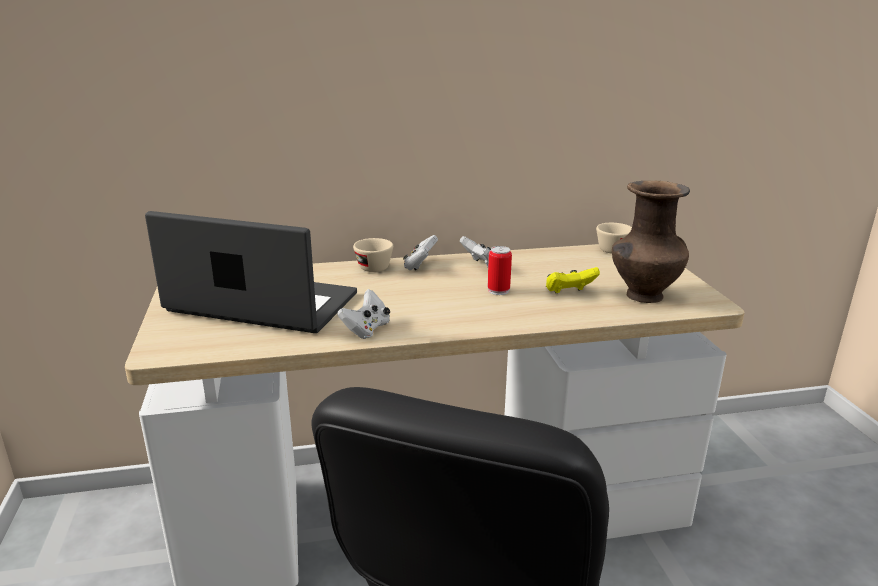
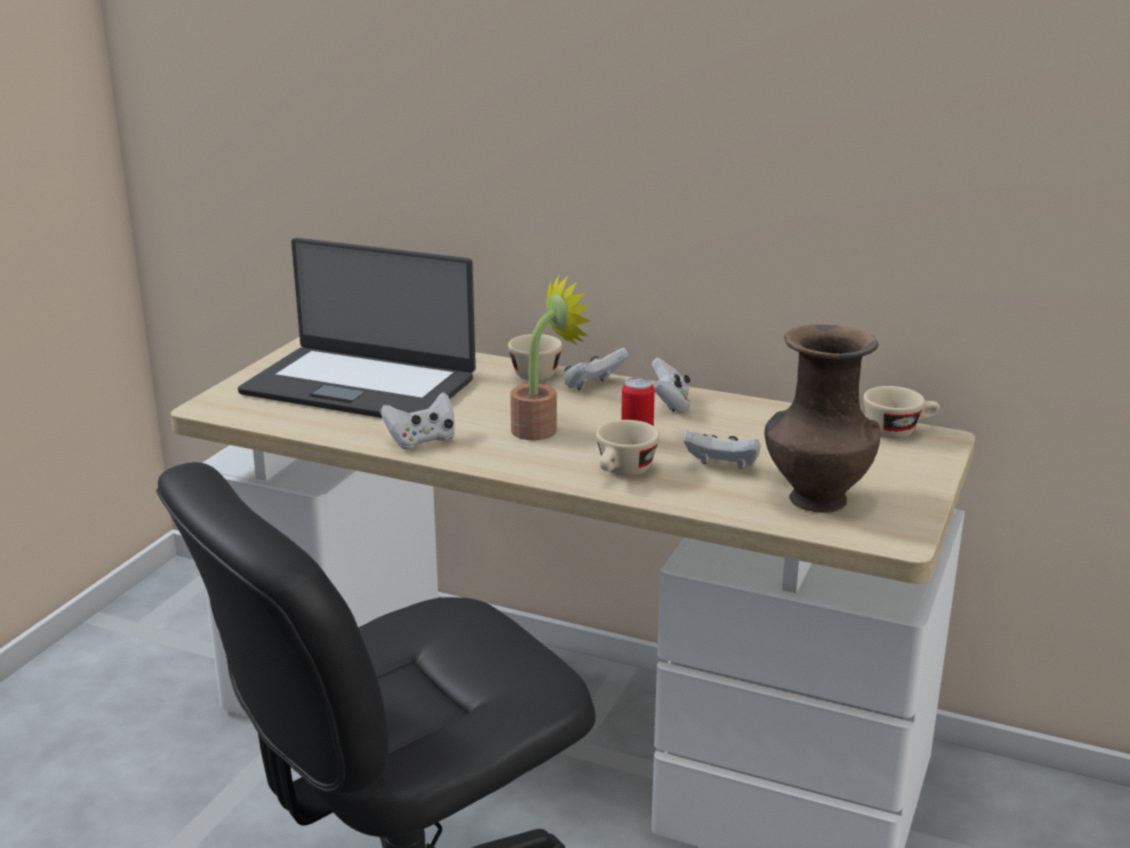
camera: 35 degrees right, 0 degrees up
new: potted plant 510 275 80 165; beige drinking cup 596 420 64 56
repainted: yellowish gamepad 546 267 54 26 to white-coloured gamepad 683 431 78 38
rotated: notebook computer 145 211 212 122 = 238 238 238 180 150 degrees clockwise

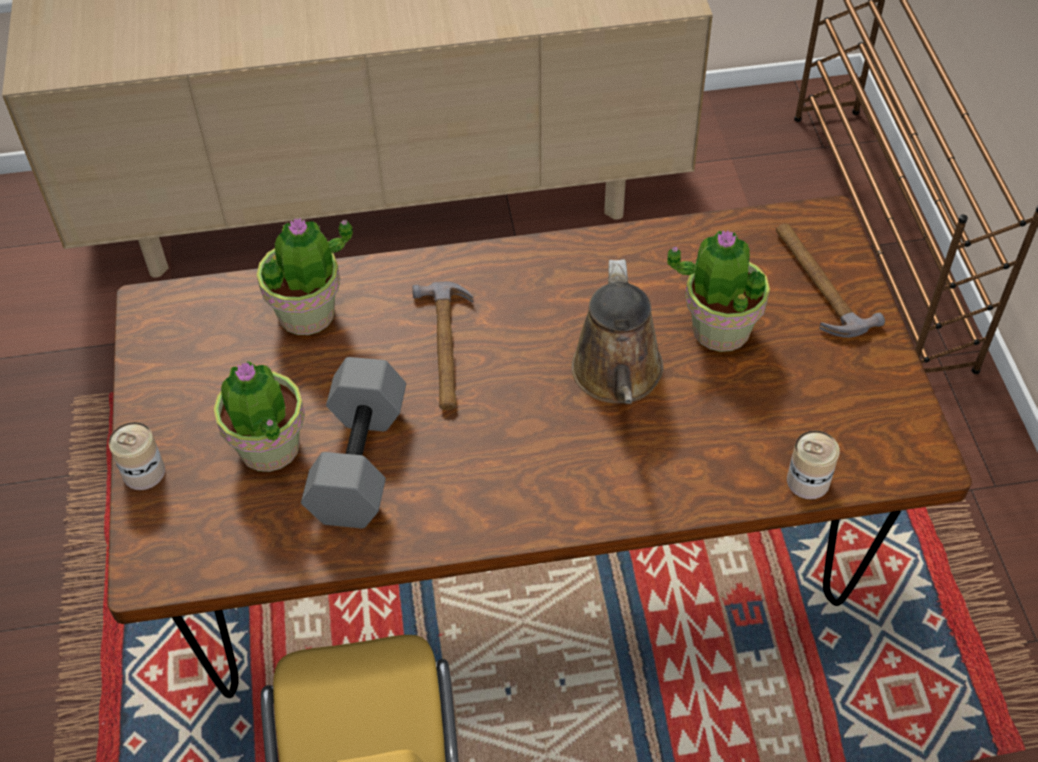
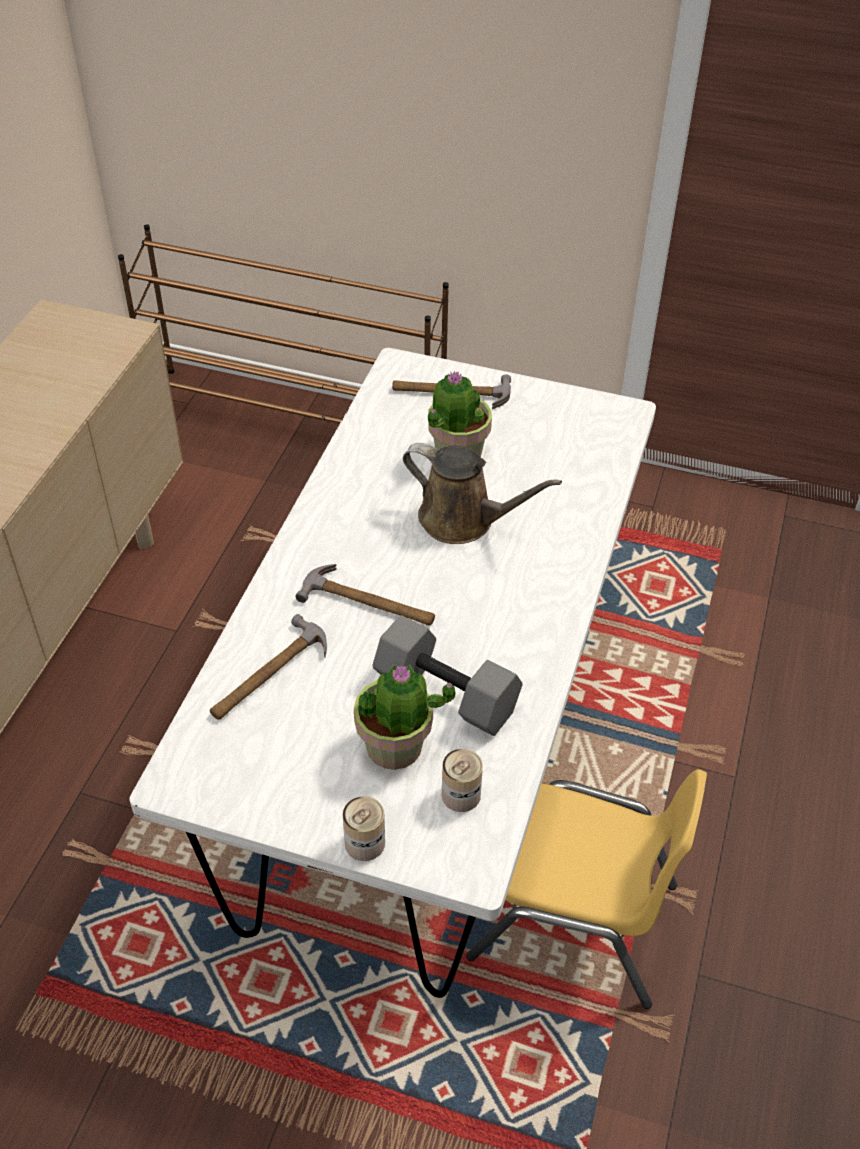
camera: 65 degrees left, 5 degrees down
shifted: metal can 787 430 53 69 to 442 749 41 63
swapped: potted plant 257 218 96 117 to tool hammer 210 614 117 106
repainted: brown-coloured kitchen table 108 195 864 503 to white-coloured kitchen table 130 348 526 650

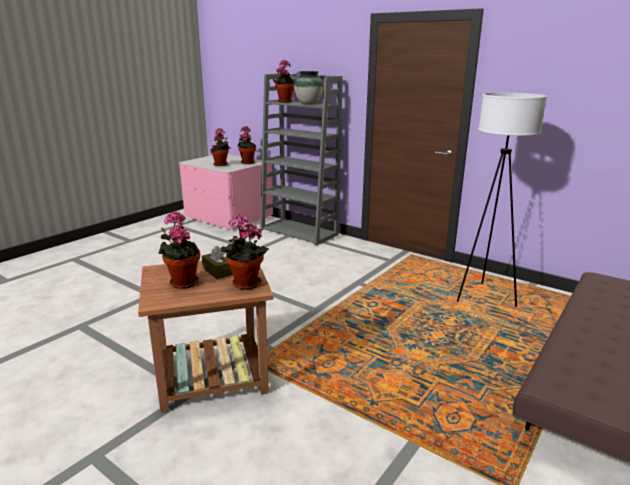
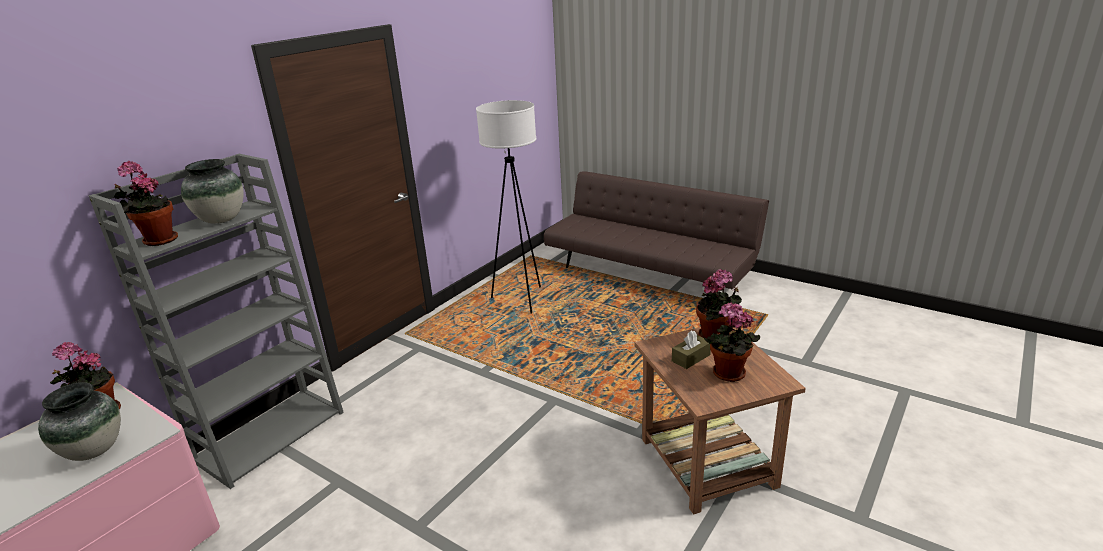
camera: 90 degrees left, 5 degrees up
swapped: potted plant 210 128 20 38 to flower vase 38 382 83 79

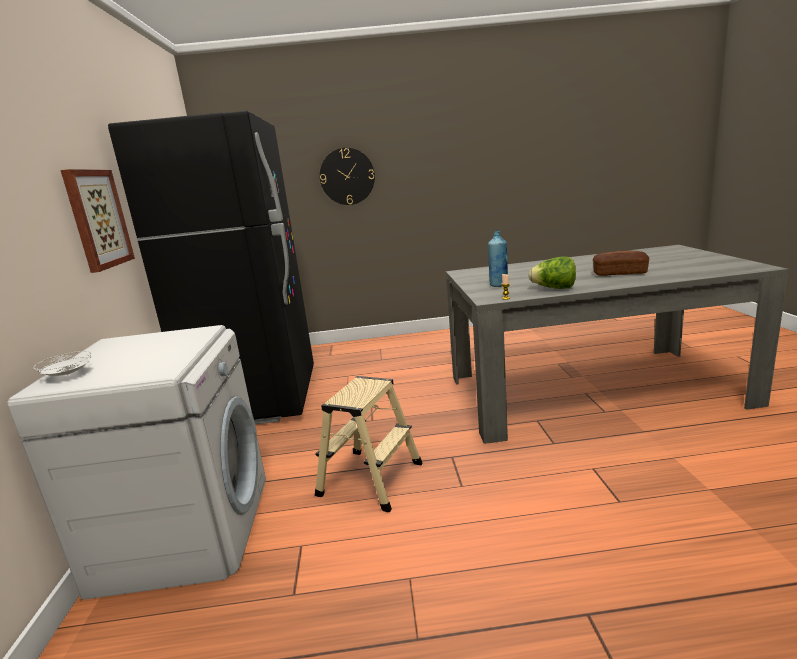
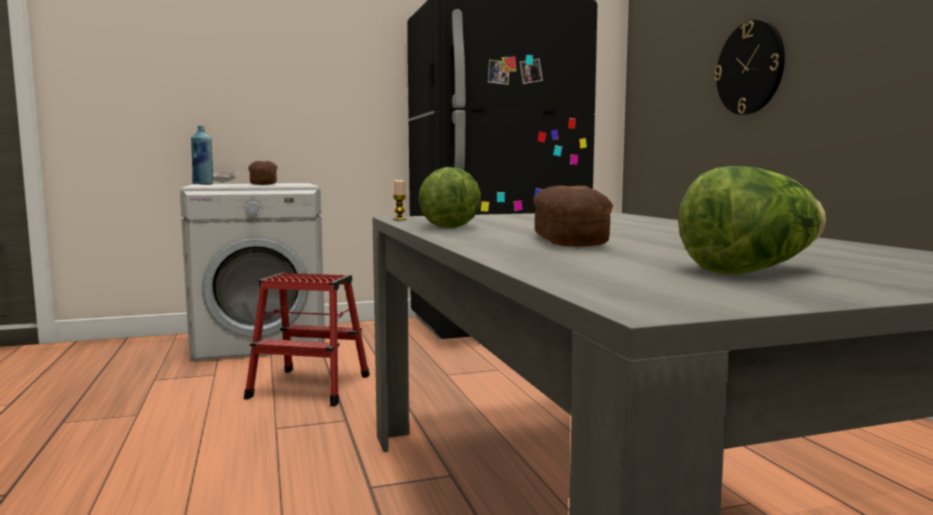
camera: 75 degrees right, 10 degrees down
gone: picture 61 169 74 104
new: bakery bread 248 161 29 24; lettuce head 678 166 148 108
shifted: blue beverage bottle 488 231 20 56 to 191 126 22 59
repainted: beige step ladder 315 376 108 136 to red-coloured step ladder 244 272 126 134

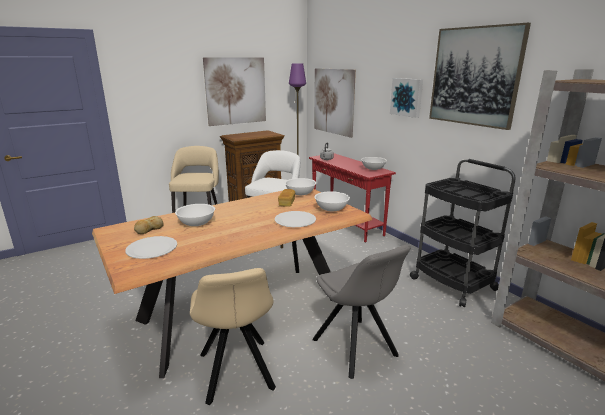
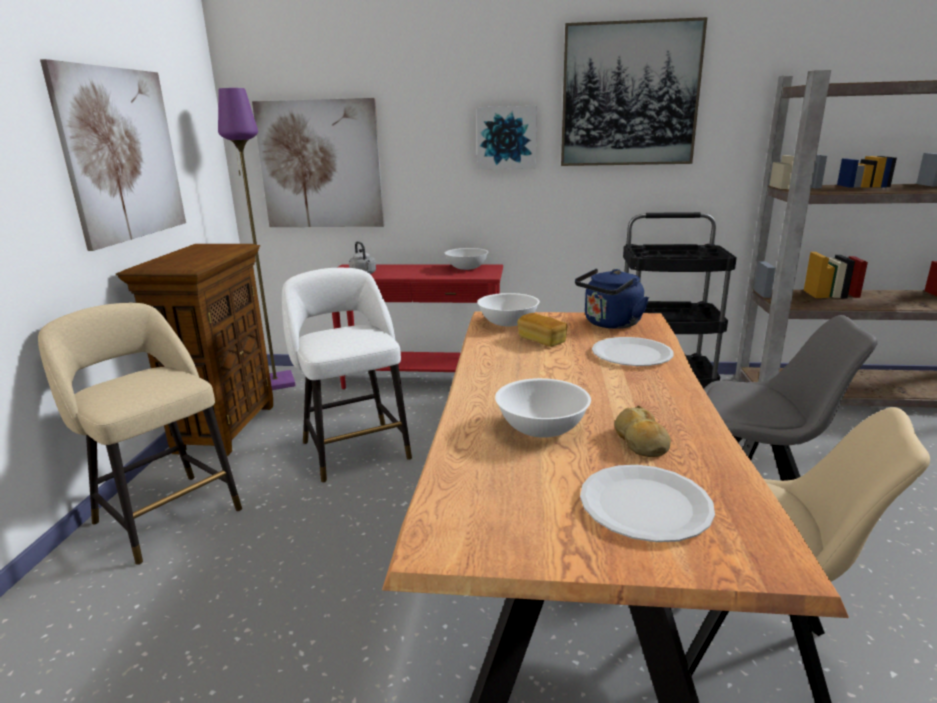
camera: 50 degrees left, 0 degrees up
shifted: bakery bread 134 216 29 18 to 614 406 57 51
swapped: white-coloured deep dish 314 191 36 20 to blue kettle 575 268 74 61

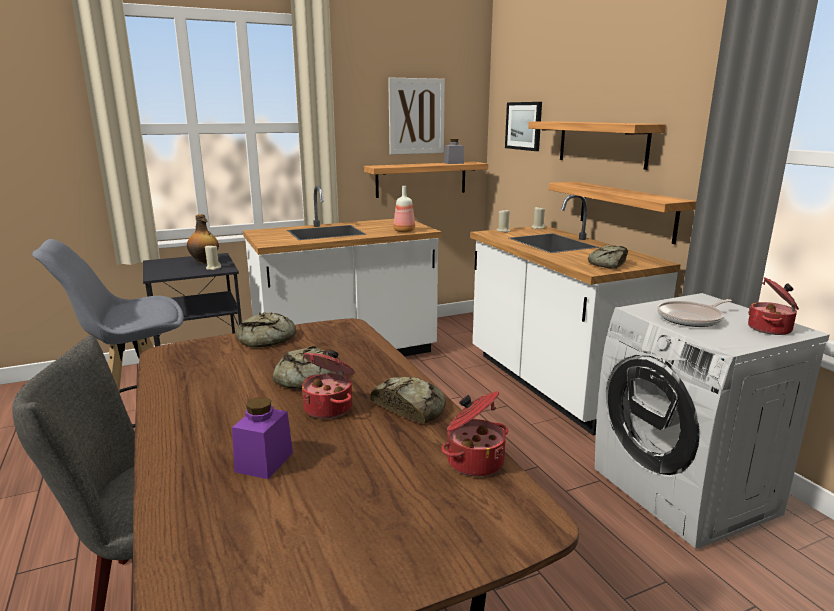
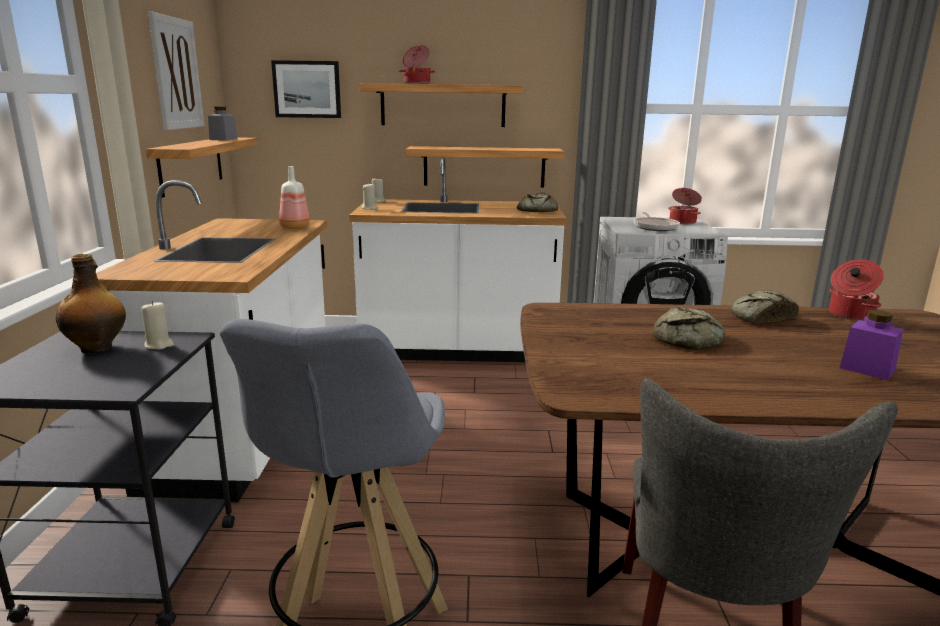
camera: 65 degrees left, 0 degrees up
gone: bakery bread 236 312 60 35
shifted: saucepot 302 350 53 69 to 398 45 38 39

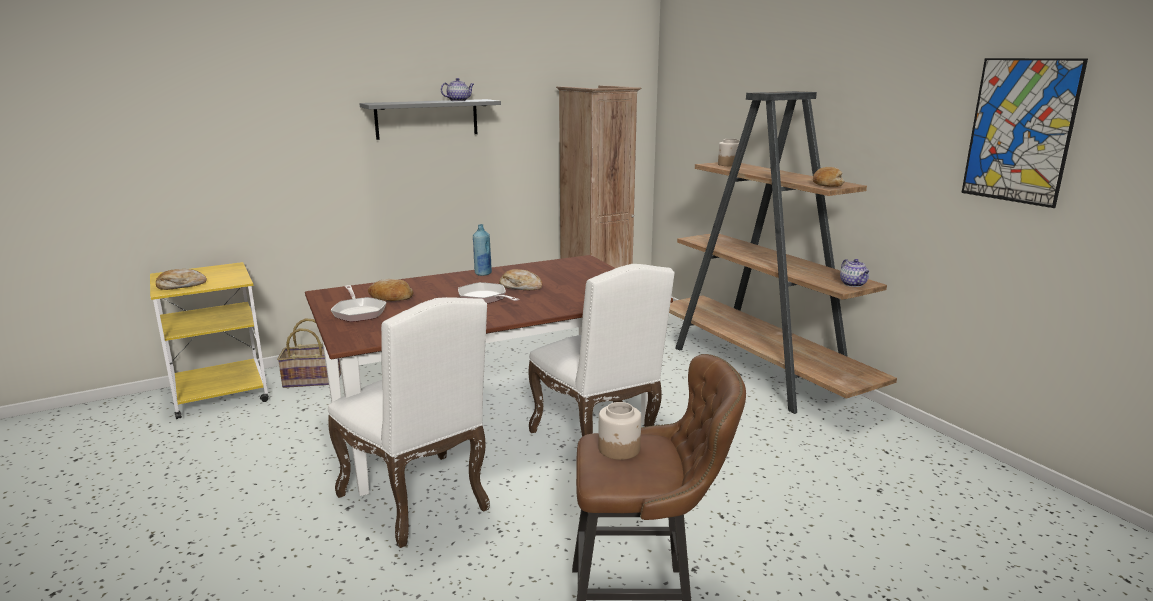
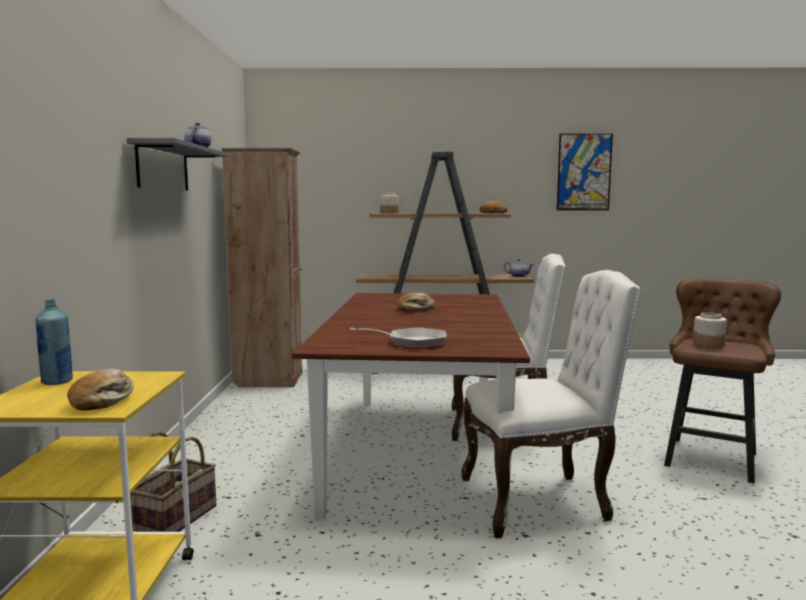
camera: 60 degrees left, 10 degrees down
gone: bakery bread 368 279 45 22; pan 458 282 62 22
shifted: blue beverage bottle 473 224 19 52 to 35 299 38 86

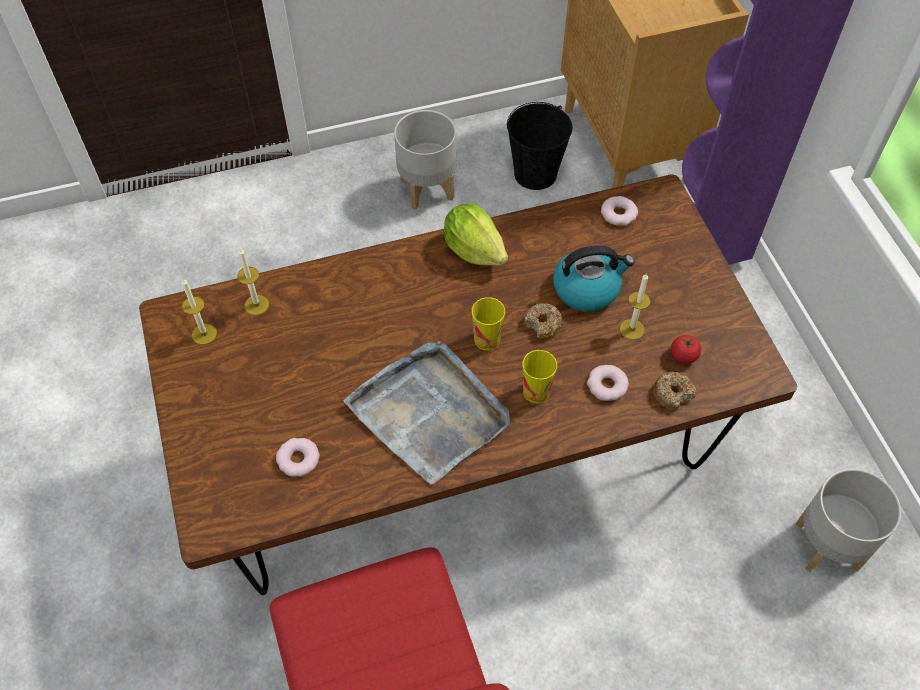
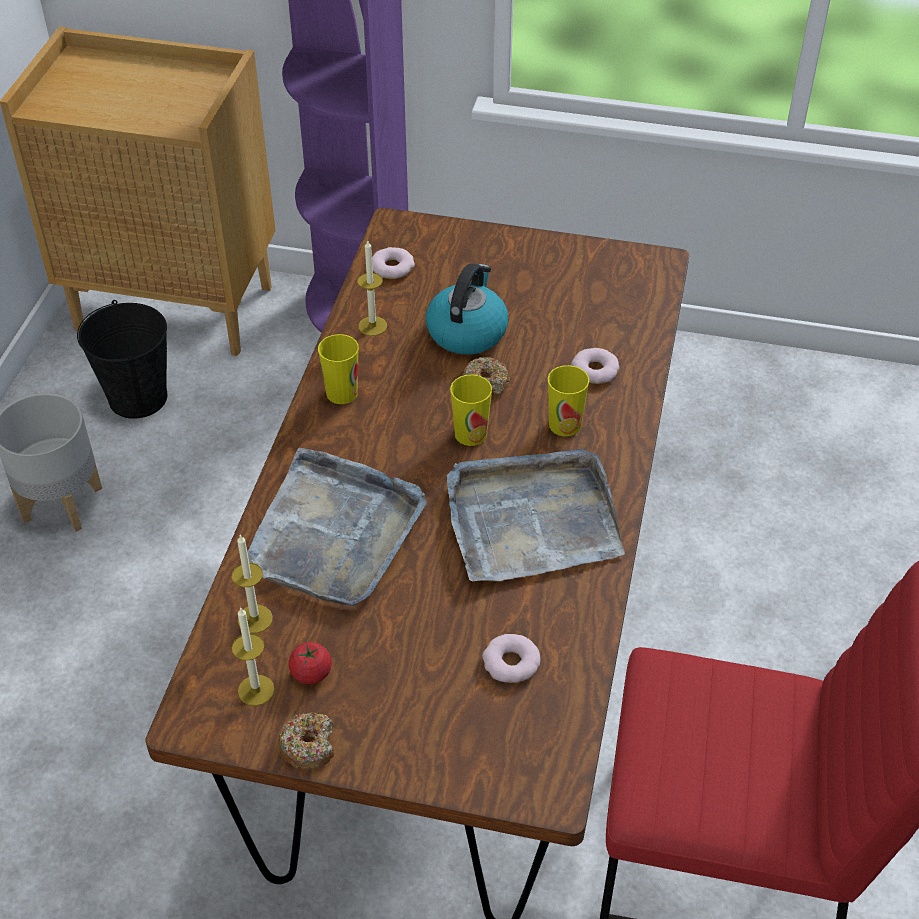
camera: 60 degrees left, 10 degrees down
gone: gray plant pot 796 469 105 103
new: gray serving tray 247 448 180 158
shifted: wax light 620 273 31 67 to 357 240 30 96; ring doughnut 654 372 42 39 to 278 712 56 57; fresh tomato 671 335 30 29 to 288 642 44 42
swapped: lettuce head 444 204 64 61 to drinking cup 318 334 41 70

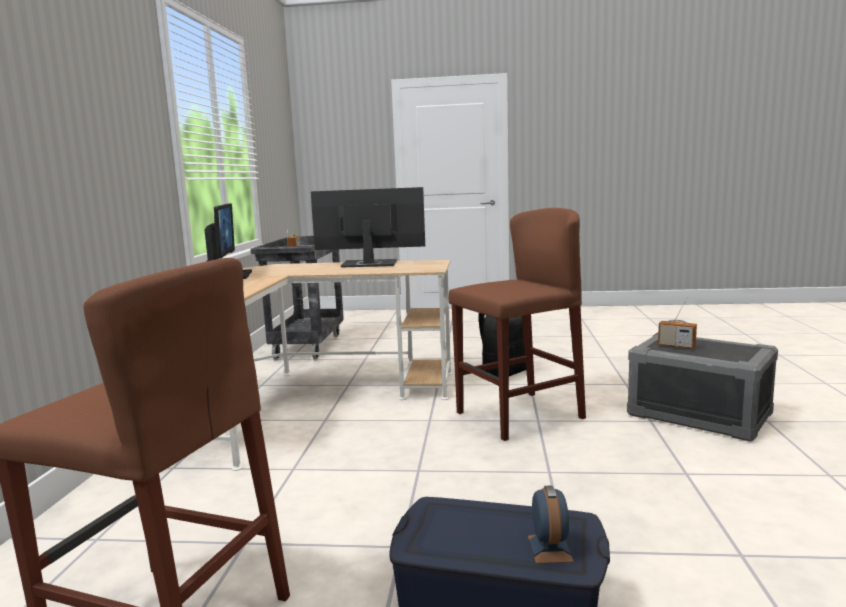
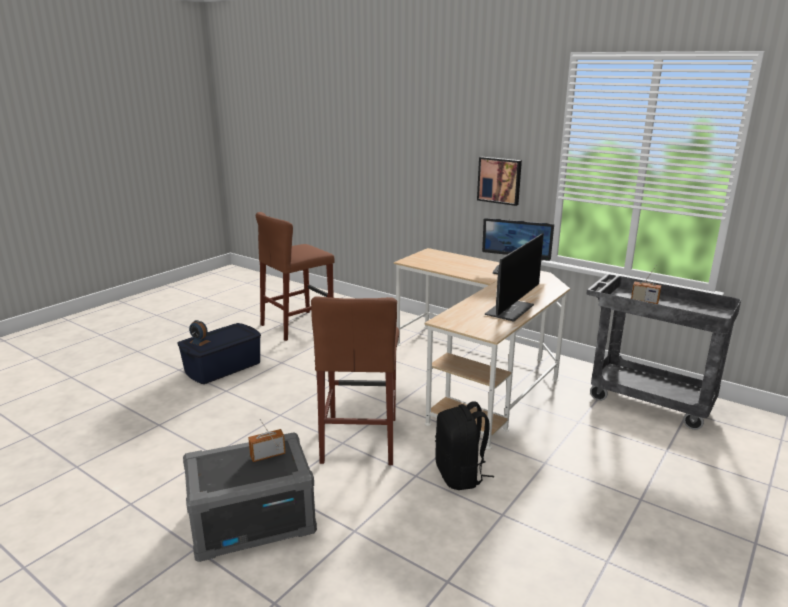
camera: 120 degrees right, 10 degrees up
new: picture 477 157 45 49

